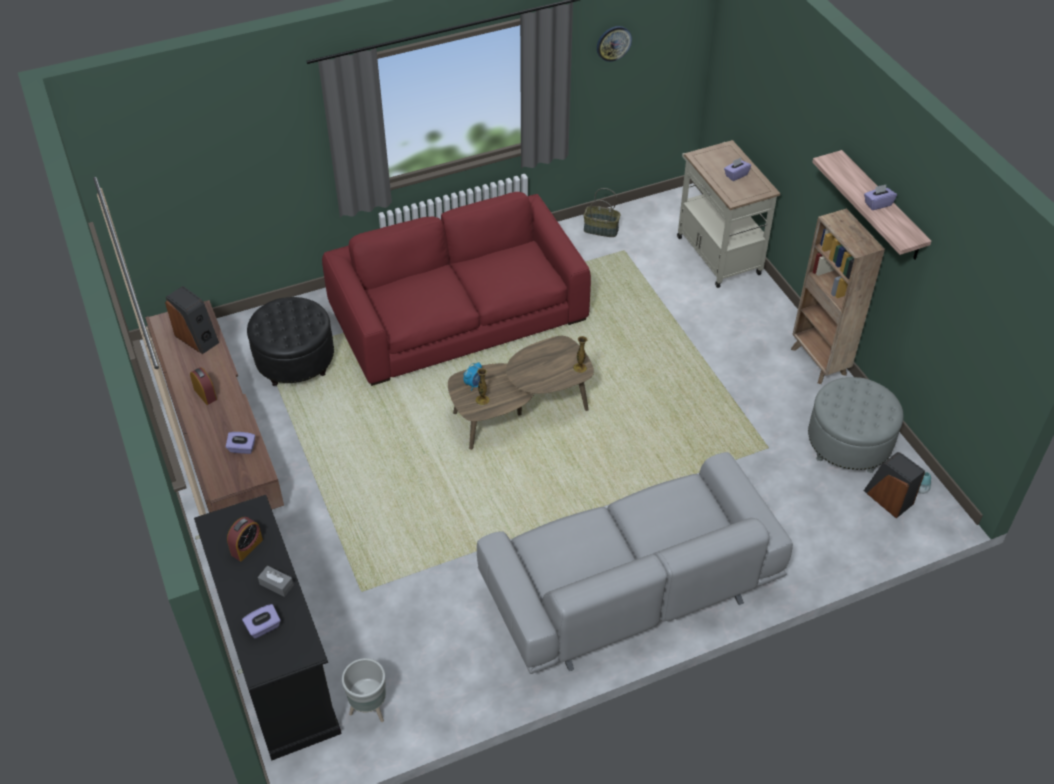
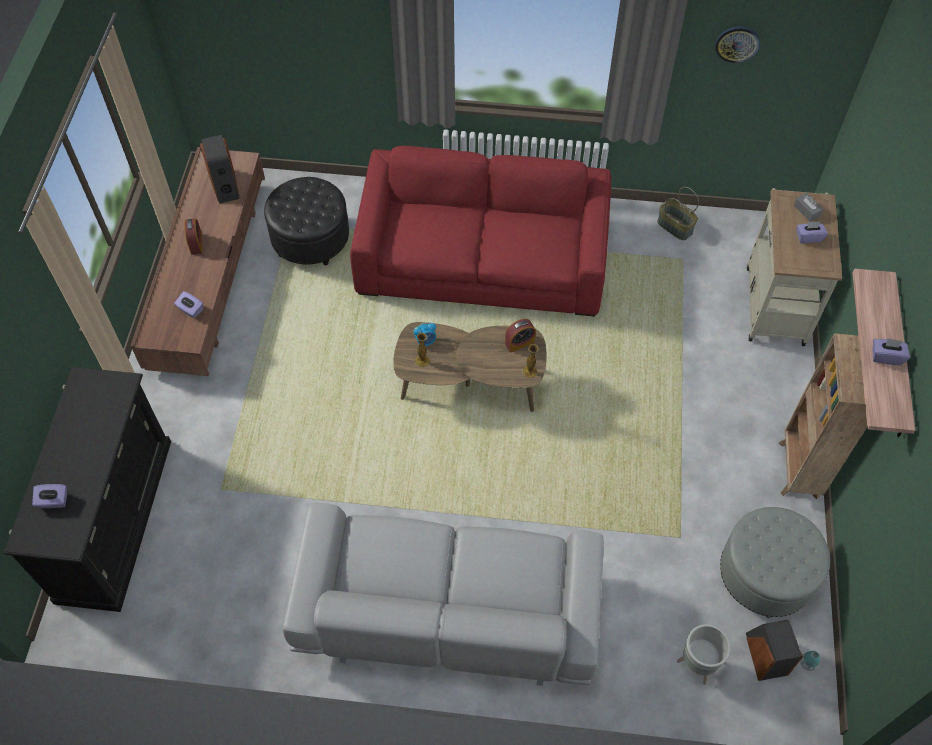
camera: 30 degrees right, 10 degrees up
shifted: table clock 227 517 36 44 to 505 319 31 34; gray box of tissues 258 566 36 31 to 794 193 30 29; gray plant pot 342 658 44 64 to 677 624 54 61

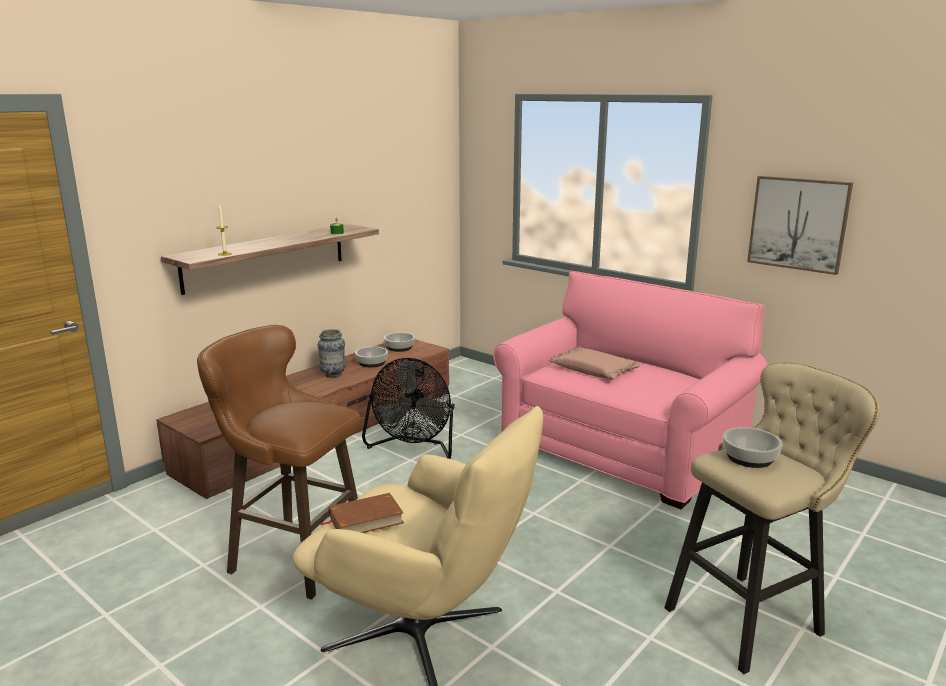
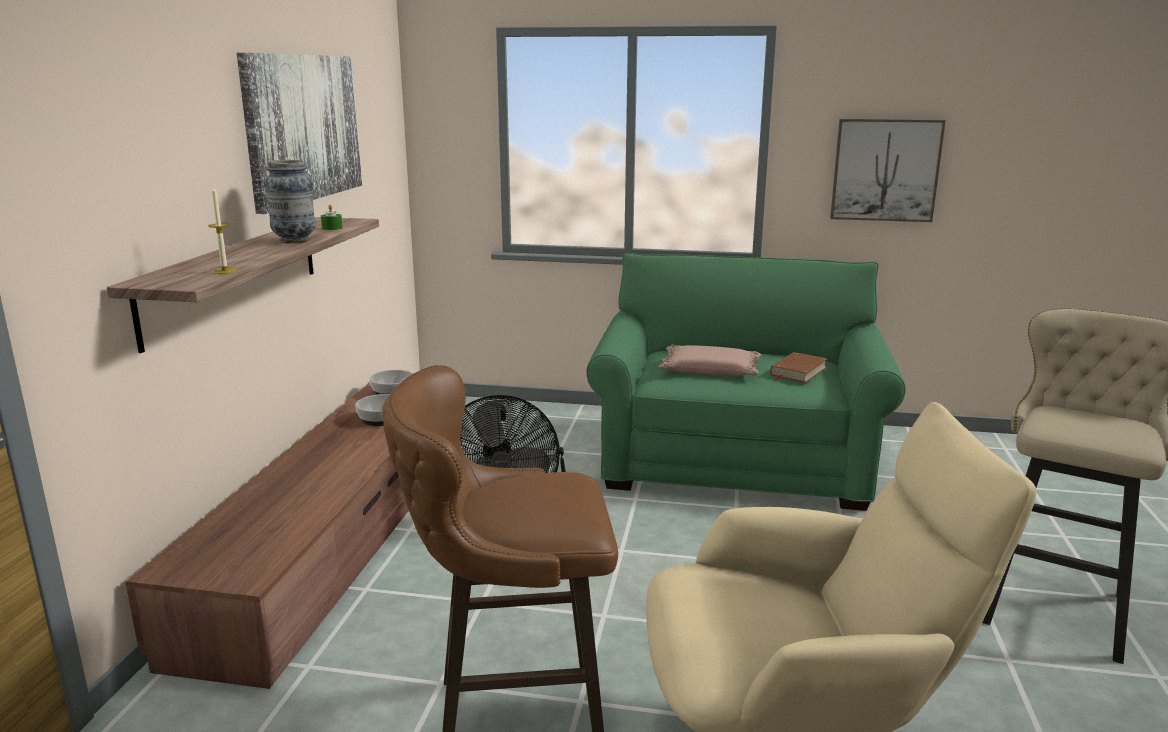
camera: 30 degrees left, 0 degrees up
gone: deep dish 723 427 59 41
new: picture 237 53 125 161
shifted: flower vase 318 329 28 49 to 264 160 52 83; brown-coloured book 320 493 84 40 to 770 352 58 31
repainted: pink-coloured sofa 493 271 275 238 to greenish sofa 586 253 320 258

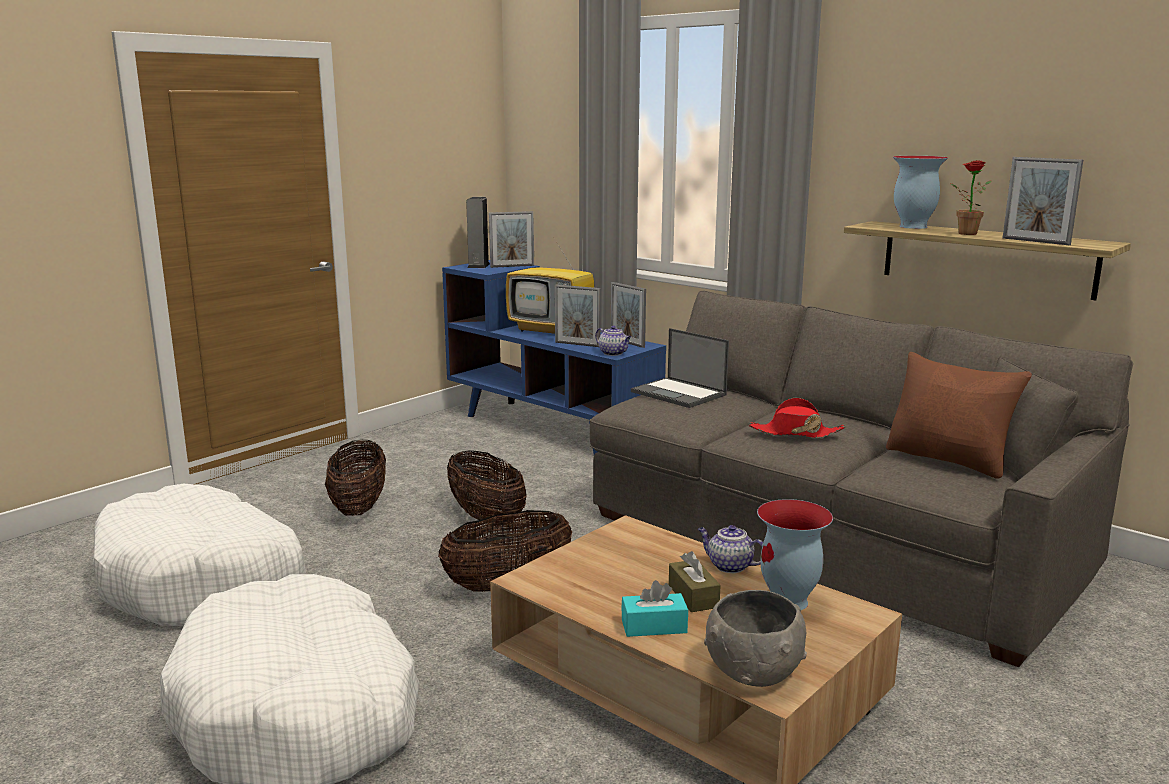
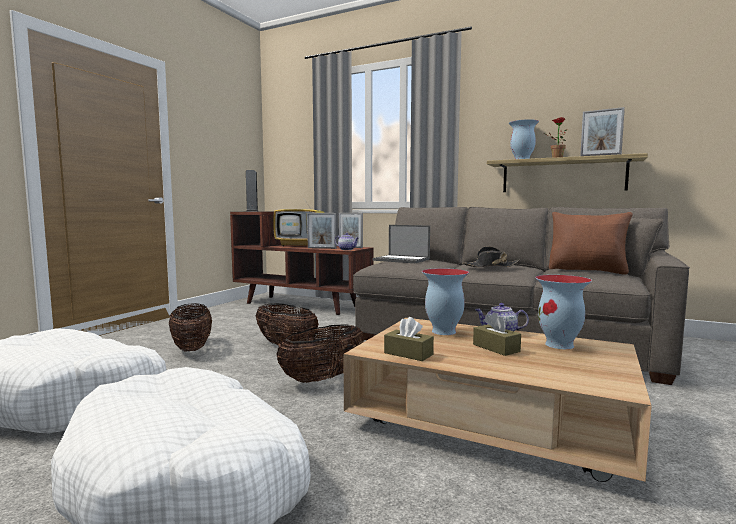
camera: 15 degrees left, 10 degrees down
gone: photo frame 489 211 45 57; blue-green box of tissues 621 580 67 57; gray deep dish 704 590 103 97
new: brown-coloured box of tissues 384 317 50 44; flower vase 422 268 47 67
repainted: blue media console 442 260 224 194 to brown-coloured media console 230 211 144 104; red-coloured hat 749 398 96 40 to blackish hat 462 246 58 21

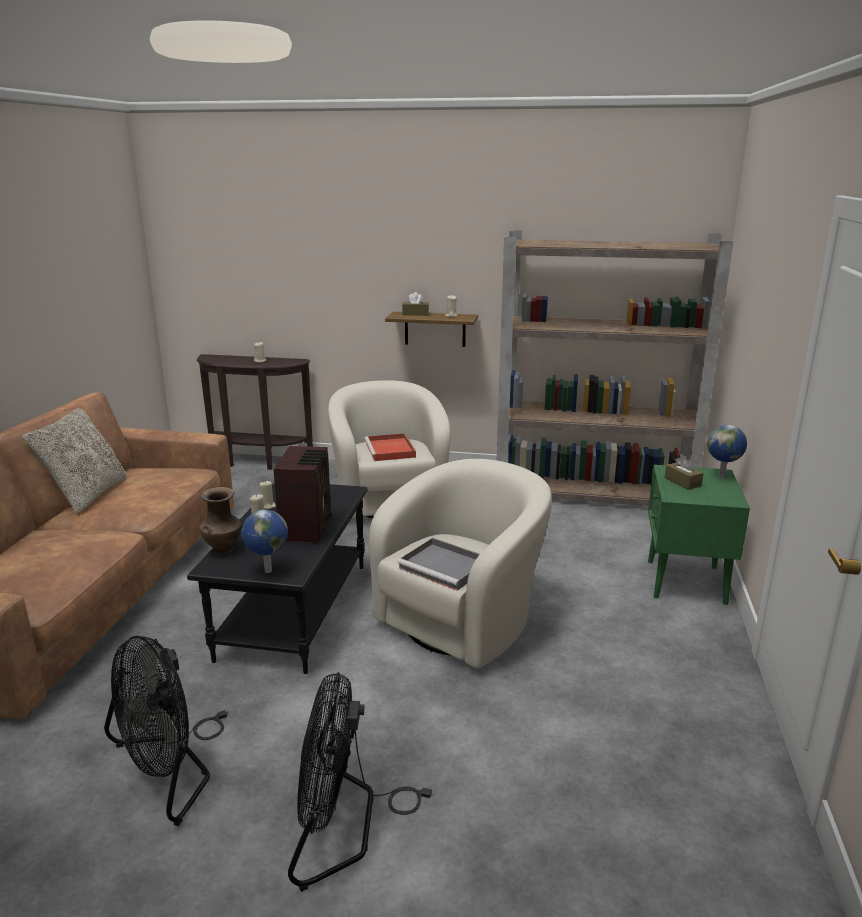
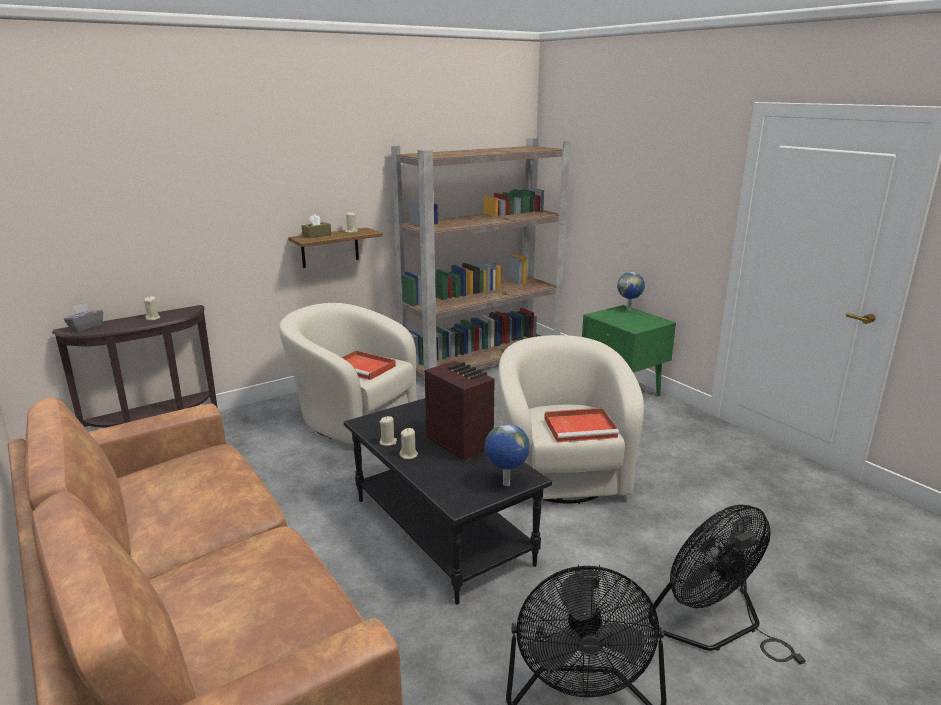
camera: 45 degrees left, 0 degrees up
gone: beige throw pillow 22 408 104 105; brown-coloured flower vase 200 487 42 68; brown-coloured box of tissues 665 456 39 34
new: gray box of tissues 64 303 39 30
repainted: gray serving tray 398 538 82 53 to red-coloured serving tray 544 408 75 35
rotated: blackish fan 288 672 146 220 = 648 505 158 160 105 degrees clockwise

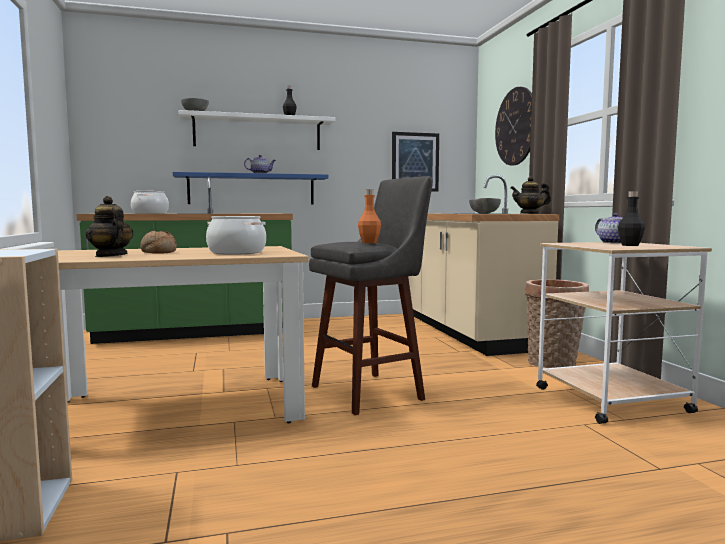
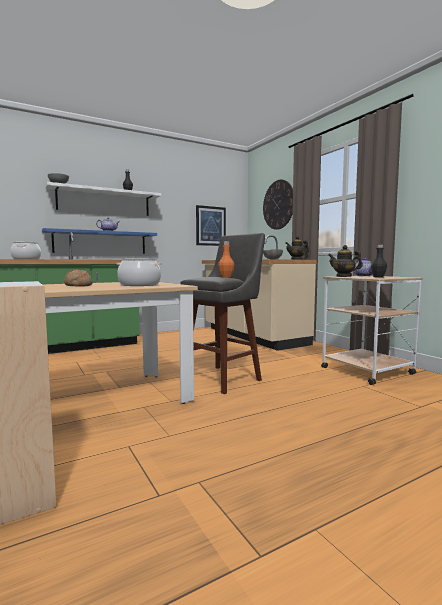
camera: 15 degrees left, 0 degrees up
gone: household basket 525 279 64 89
shifted: teapot 85 196 48 61 to 328 245 35 32

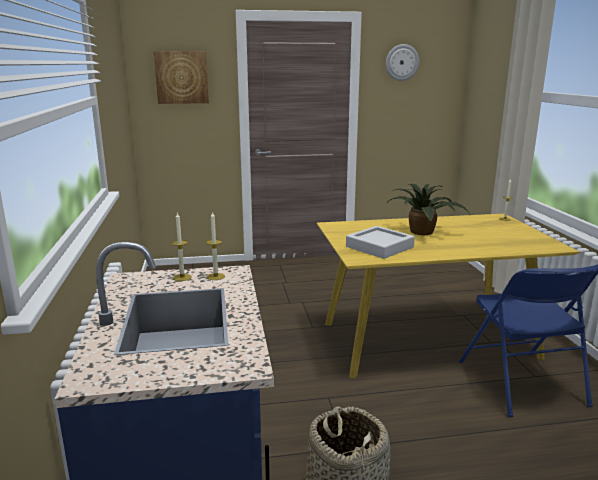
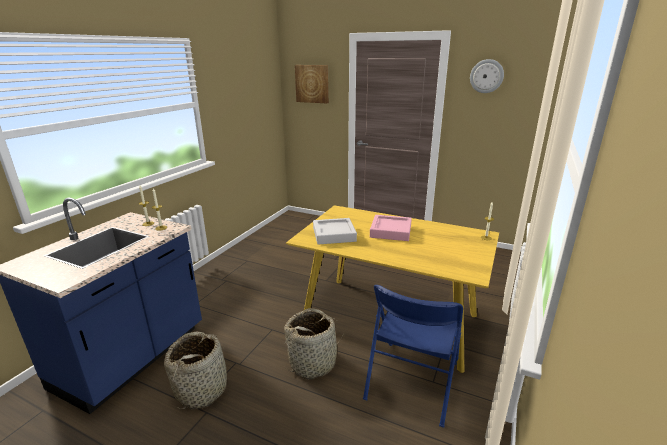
camera: 35 degrees right, 5 degrees up
new: household basket 284 308 59 71
swapped: potted plant 386 184 85 51 to pink-coloured serving tray 370 215 42 26

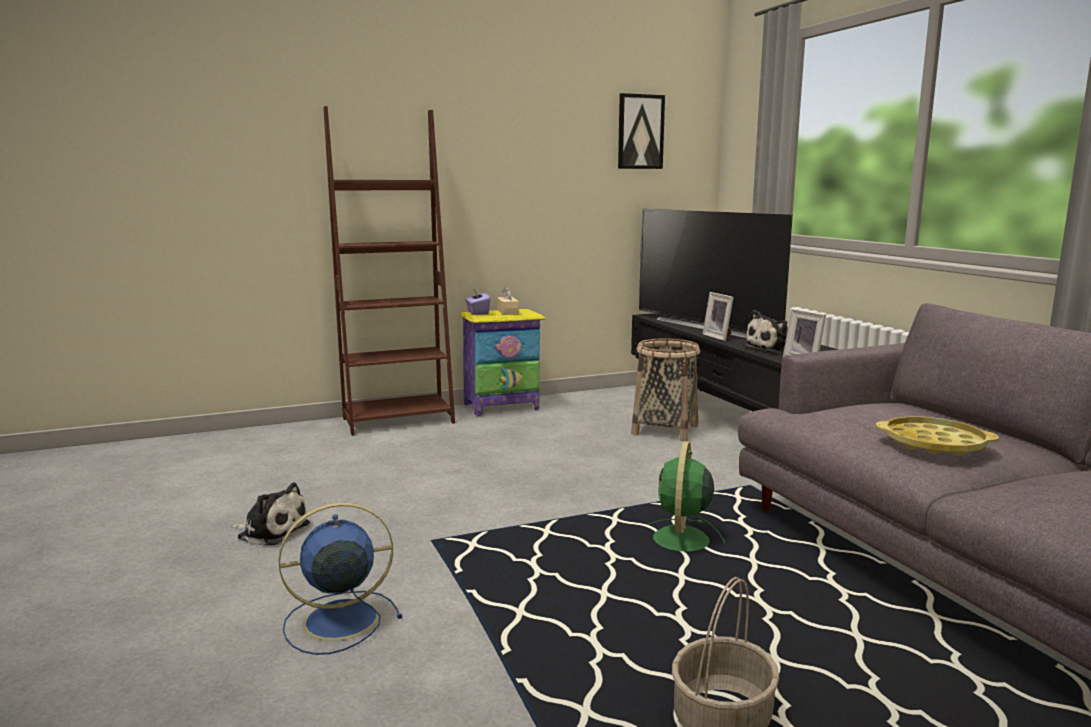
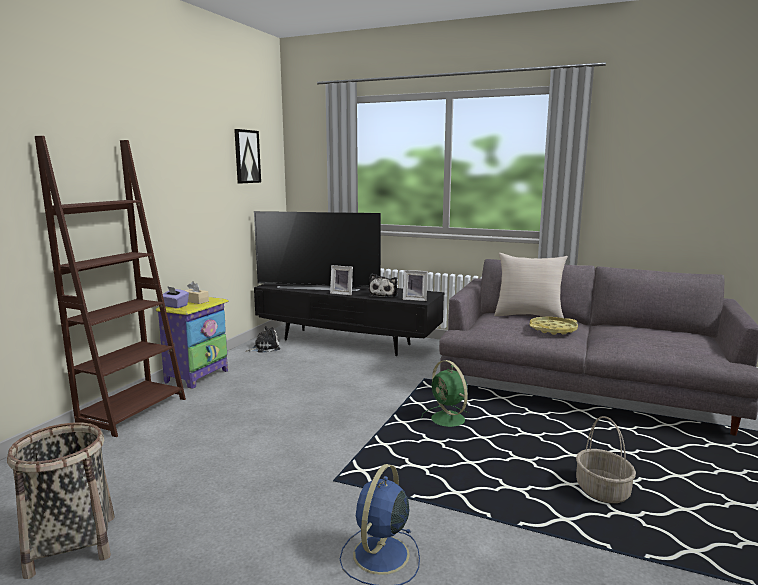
camera: 45 degrees left, 0 degrees up
new: beige throw pillow 494 253 74 65
shifted: cuddly toy 231 482 79 63 to 245 326 35 27; household basket 631 338 69 103 to 7 423 108 156

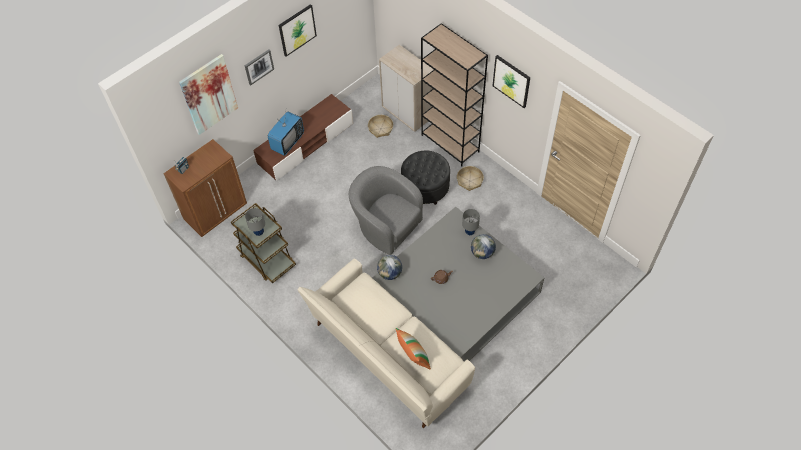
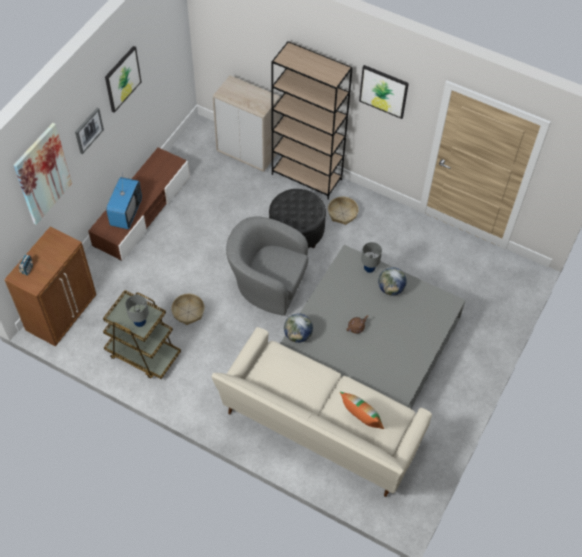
camera: 20 degrees left, 0 degrees up
shifted: household basket 368 115 25 23 to 171 294 33 31

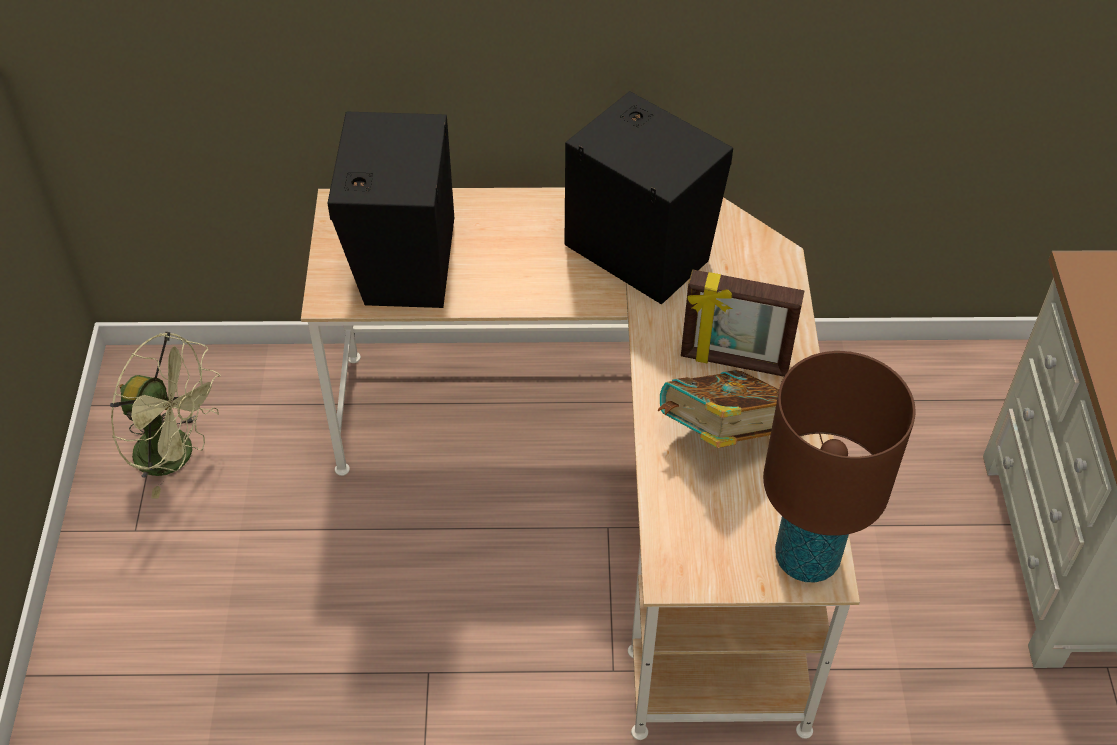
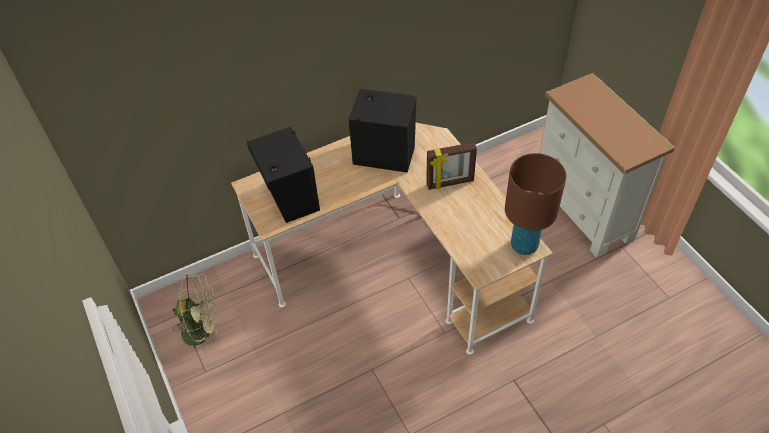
camera: 25 degrees left, 0 degrees up
gone: book 657 370 122 78

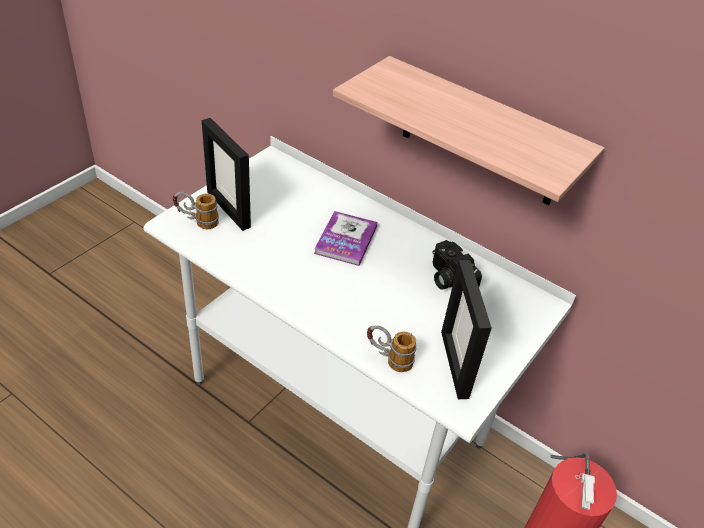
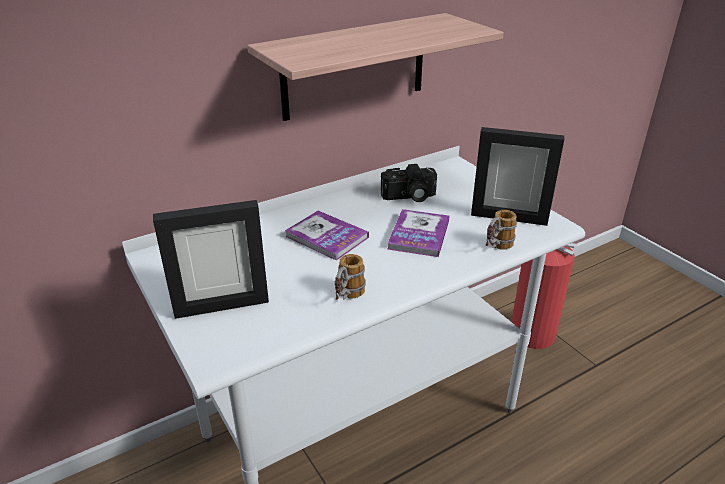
camera: 65 degrees left, 10 degrees down
new: book 387 209 62 48
shifted: mug 172 192 47 37 to 335 254 31 46

